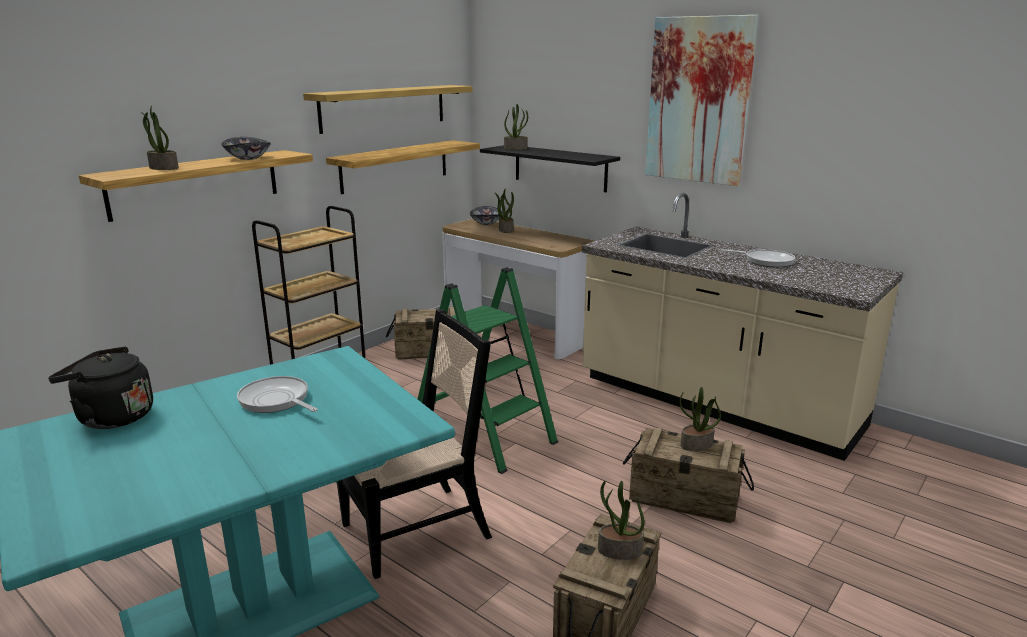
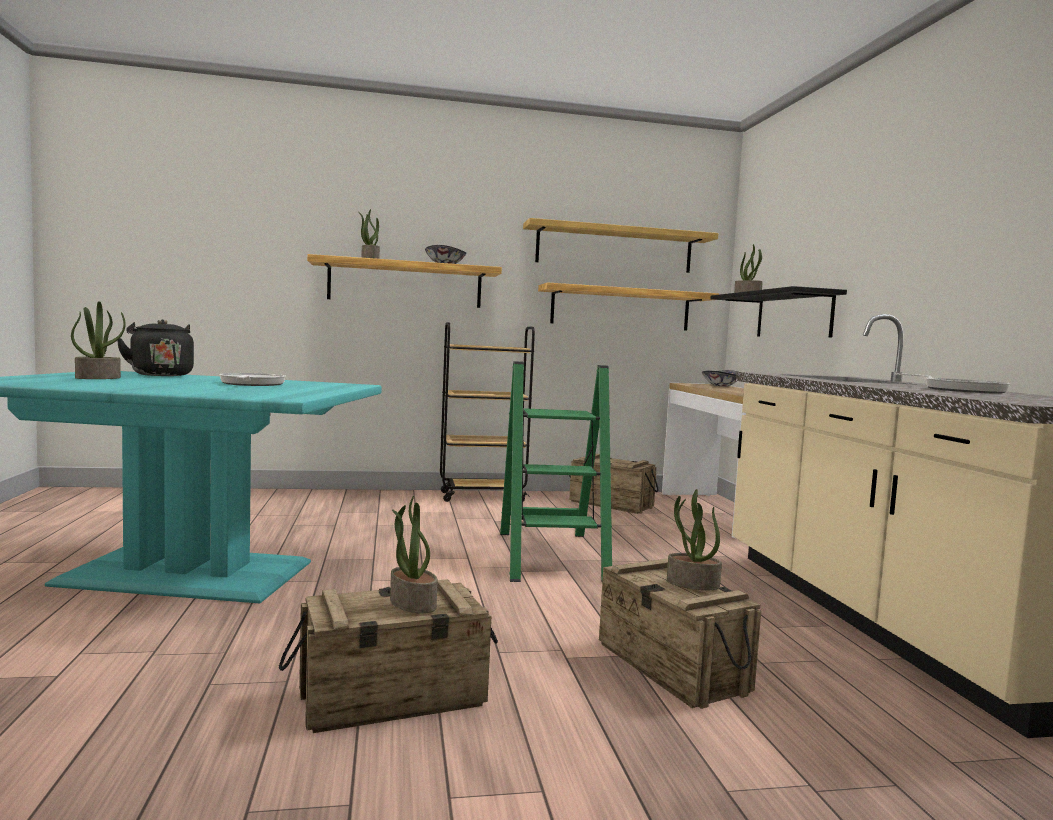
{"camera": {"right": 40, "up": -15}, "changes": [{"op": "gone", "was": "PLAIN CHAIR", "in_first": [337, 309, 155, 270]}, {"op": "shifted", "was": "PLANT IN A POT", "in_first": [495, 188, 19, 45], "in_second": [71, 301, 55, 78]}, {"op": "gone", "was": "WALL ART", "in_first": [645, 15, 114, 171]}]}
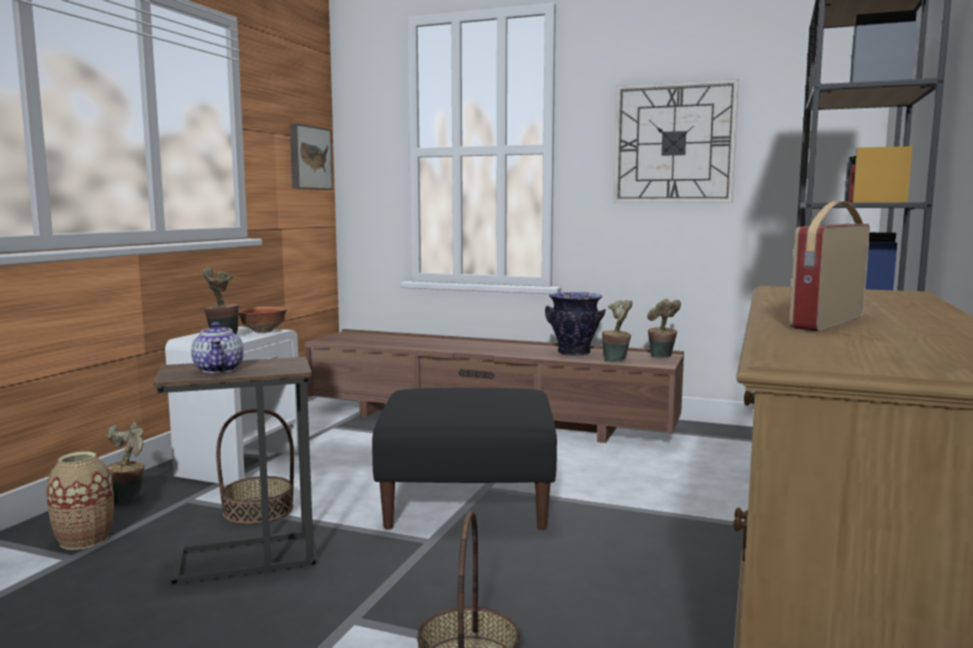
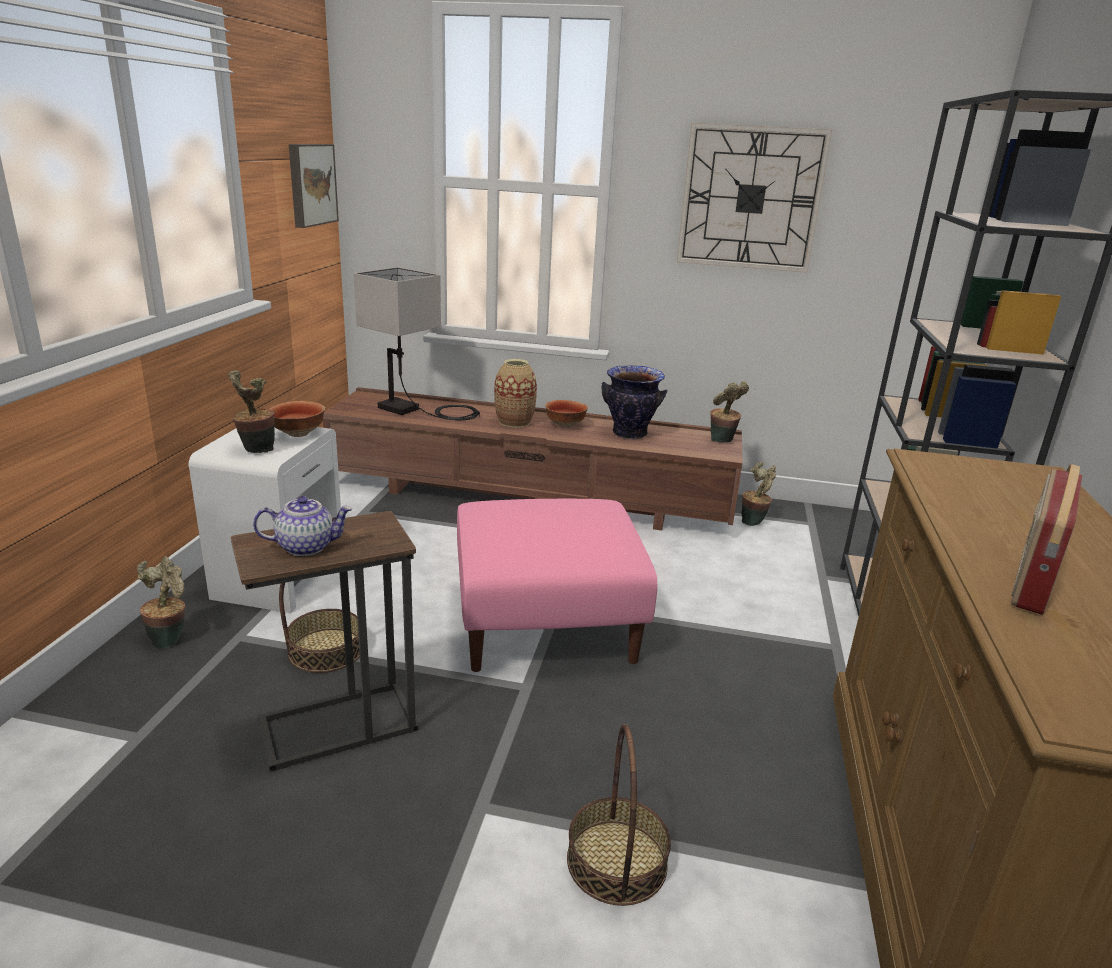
{"camera": {"right": -10, "up": 15}, "changes": [{"op": "shifted", "was": "DECORATIVE VASE", "in_first": [46, 452, 68, 98], "in_second": [494, 359, 43, 69]}, {"op": "rotated", "was": "POT FOR TEA", "in_first": [191, 322, 53, 51], "in_second": [253, 496, 99, 60], "clockwise": -75}, {"op": "repainted", "was": "BLACK FOOTREST", "now": "PINKISH FOOTREST", "in_first": [372, 388, 185, 142], "in_second": [457, 499, 200, 173]}, {"op": "shifted", "was": "PLANT IN A POT", "in_first": [602, 300, 31, 62], "in_second": [742, 462, 34, 64]}, {"op": "new", "now": "TABLE LAMP", "in_second": [354, 267, 126, 153]}, {"op": "new", "now": "BOWL", "in_second": [545, 400, 43, 28]}]}
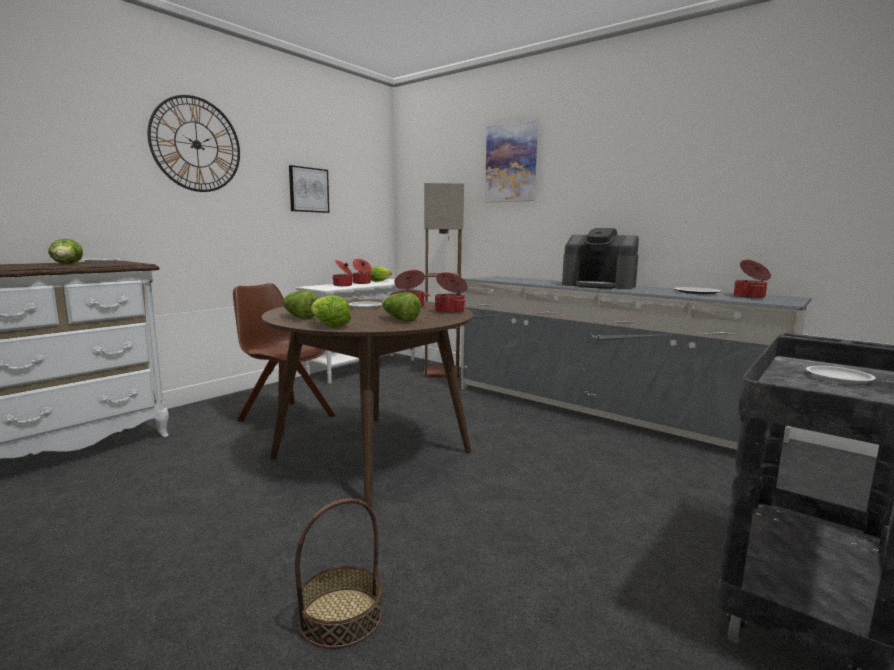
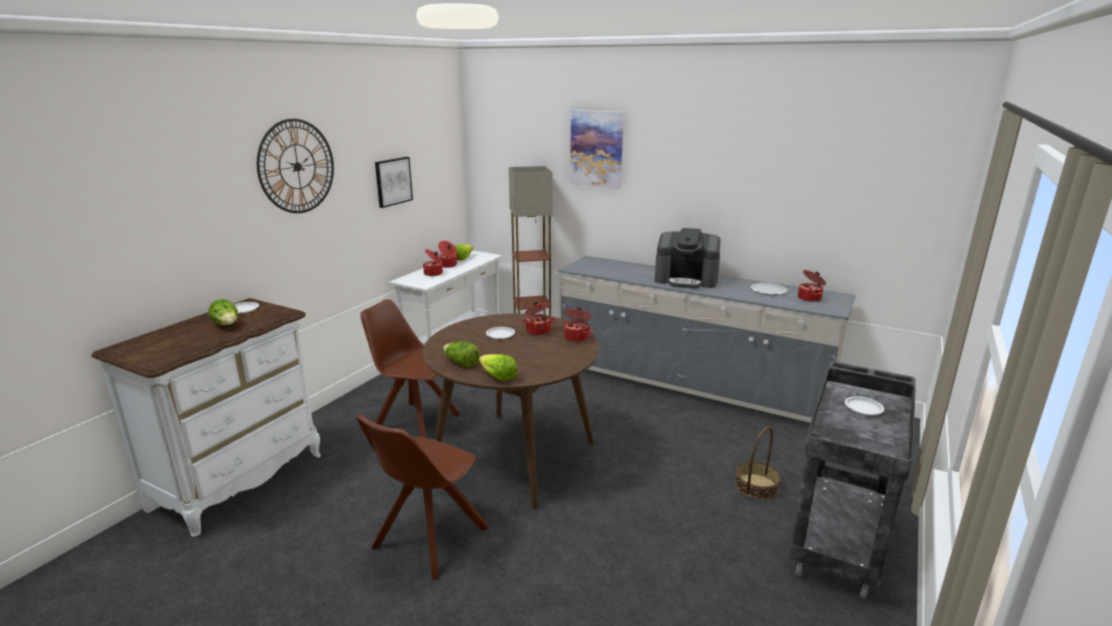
{"camera": {"right": -10, "up": 10}, "changes": [{"op": "shifted", "was": "HOUSEHOLD BASKET", "in_first": [295, 498, 87, 151], "in_second": [735, 427, 46, 73]}, {"op": "gone", "was": "HEAD OF LETTUCE", "in_first": [382, 292, 39, 30]}, {"op": "new", "now": "BROWNISH PLAIN CHAIR", "in_second": [356, 414, 132, 166]}]}
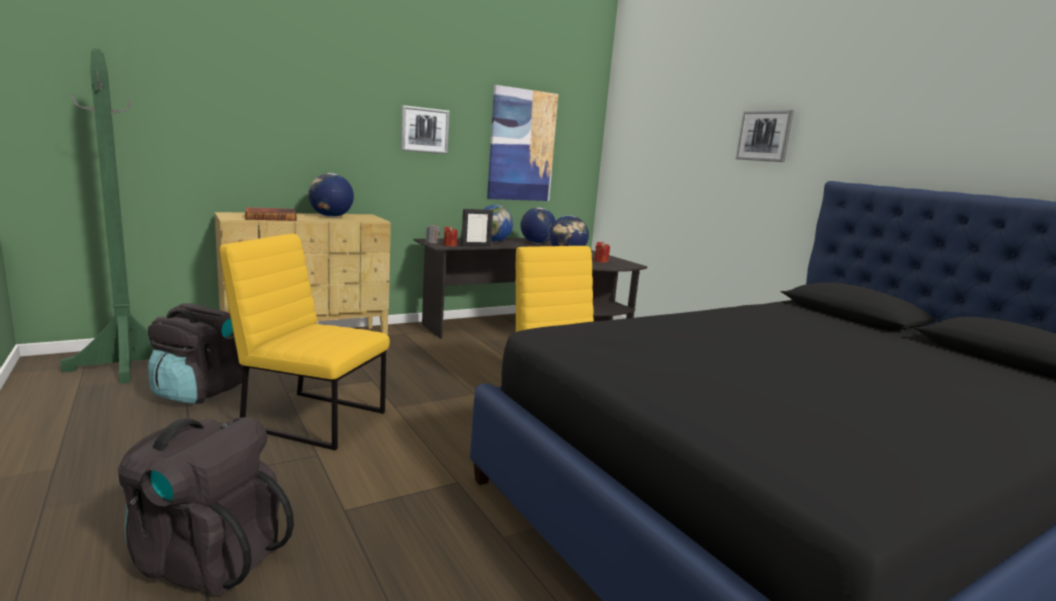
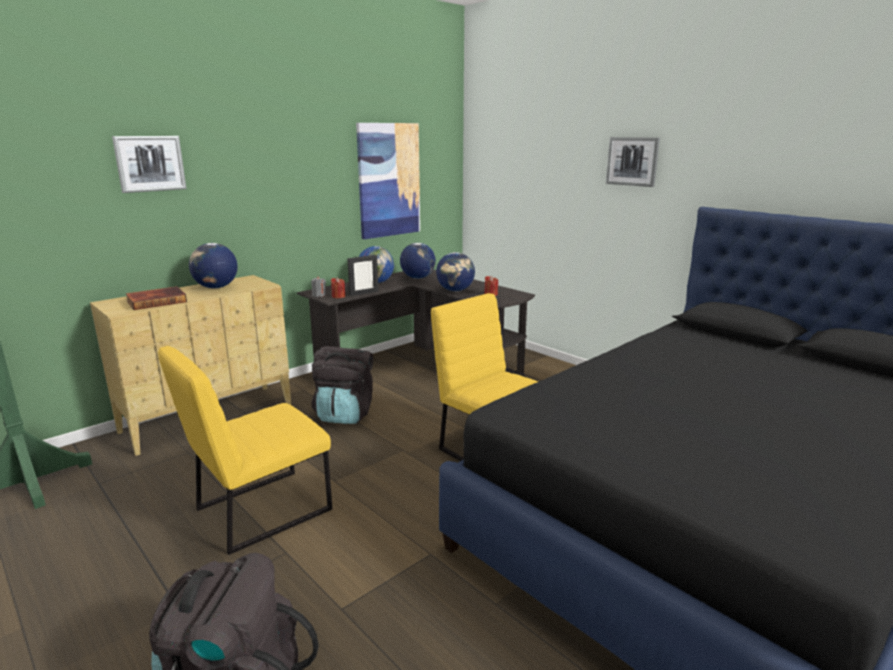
{"camera": {"right": -10, "up": 5}, "changes": [{"op": "shifted", "was": "BLACK RUCKSACK", "in_first": [148, 303, 102, 101], "in_second": [311, 346, 62, 78]}, {"op": "rotated", "was": "YELLOW-COLOURED PLAIN CHAIR", "in_first": [220, 234, 170, 216], "in_second": [158, 346, 174, 209], "clockwise": -45}, {"op": "shifted", "was": "WALL ART", "in_first": [401, 105, 49, 49], "in_second": [112, 136, 74, 57]}]}
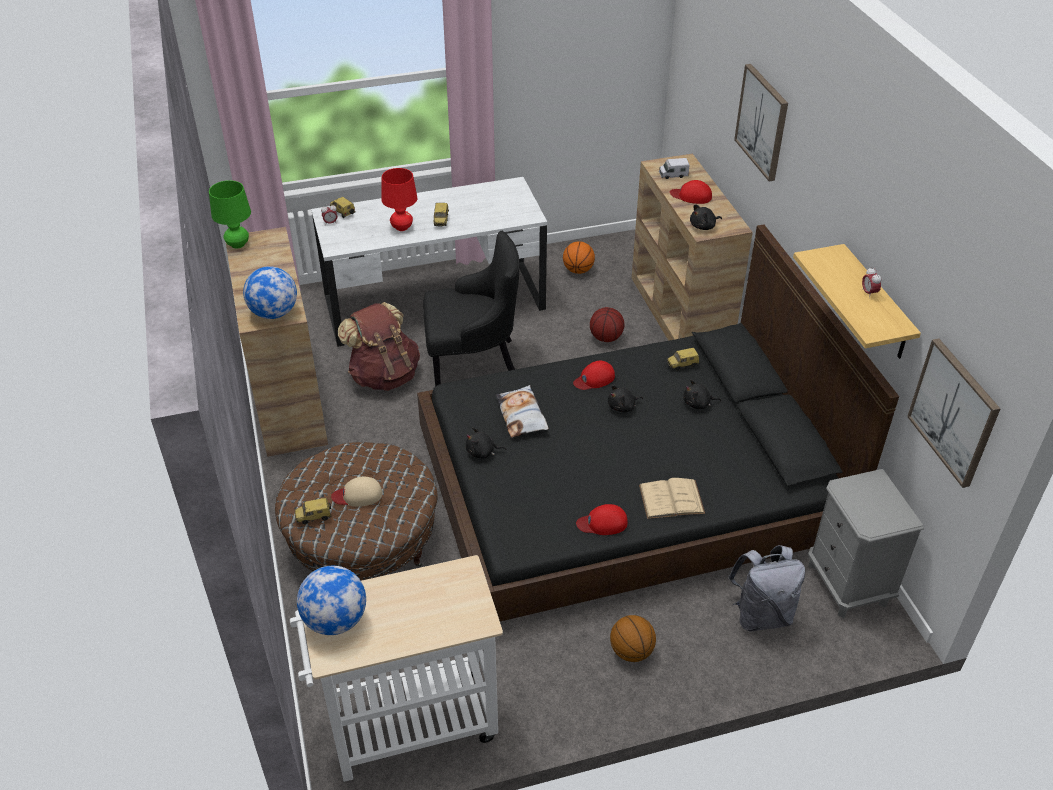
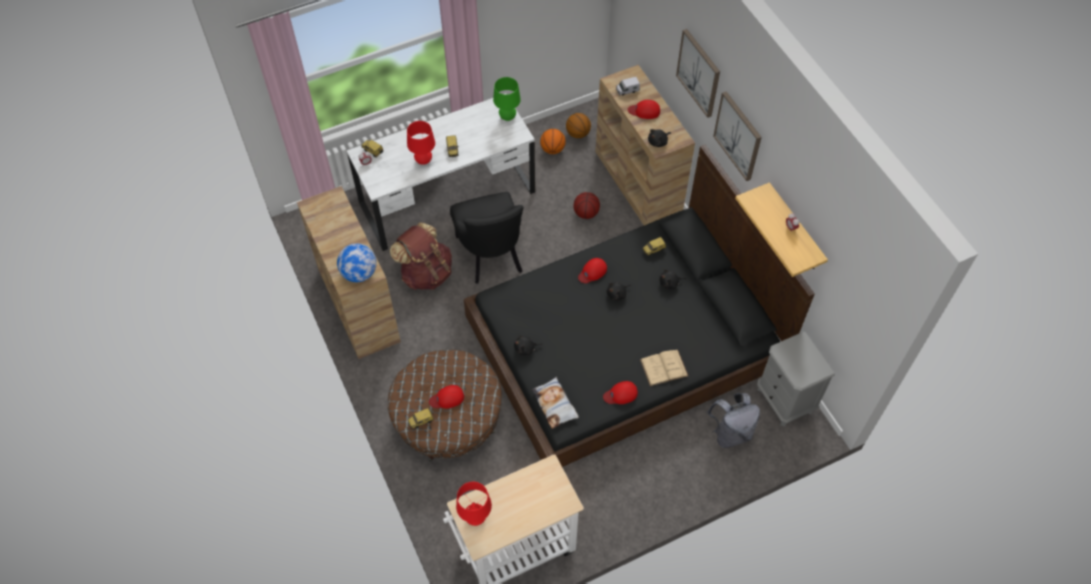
{"camera": {"right": -10, "up": 15}, "changes": [{"op": "shifted", "was": "GREENISH TABLE LAMP", "in_first": [209, 180, 42, 68], "in_second": [493, 77, 28, 44]}, {"op": "swapped", "was": "GLOBE", "now": "REDDISH TABLE LAMP", "in_first": [297, 566, 69, 69], "in_second": [456, 482, 36, 44]}, {"op": "repainted", "was": "BEIGE-COLOURED PEAKED CAP", "now": "REDDISH PEAKED CAP", "in_first": [331, 477, 51, 30], "in_second": [429, 385, 35, 23]}, {"op": "rotated", "was": "BLACK PLAIN CHAIR", "in_first": [423, 231, 96, 155], "in_second": [450, 192, 74, 92], "clockwise": 90}, {"op": "shifted", "was": "PILLOW", "in_first": [496, 385, 52, 53], "in_second": [532, 377, 47, 52]}, {"op": "shifted", "was": "BALL FOR BASKETBALL", "in_first": [610, 615, 46, 47], "in_second": [566, 113, 25, 25]}, {"op": "shifted", "was": "WALL ART", "in_first": [907, 338, 93, 150], "in_second": [713, 91, 49, 90]}]}
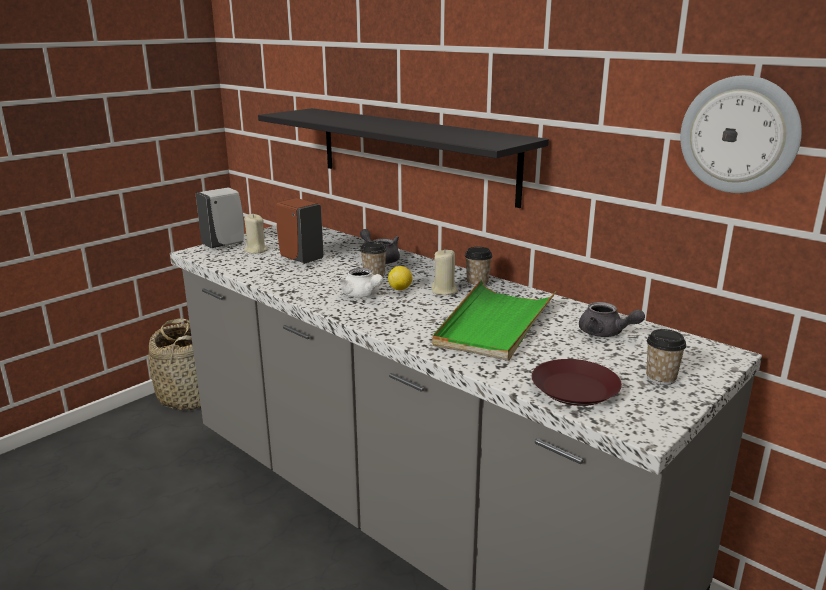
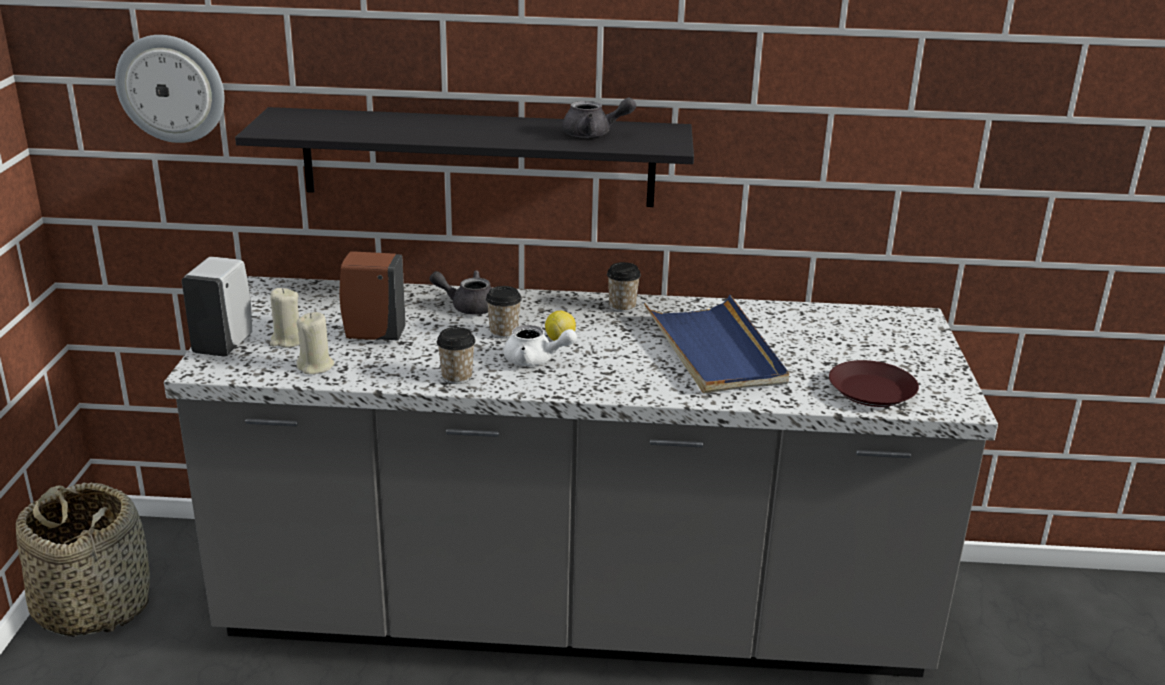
{"camera": {"right": -40, "up": 5}, "changes": [{"op": "shifted", "was": "BEIGE-COLOURED WAX LIGHT", "in_first": [431, 250, 27, 45], "in_second": [296, 312, 38, 62]}, {"op": "repainted", "was": "GREENISH TRAY", "now": "BLUE-COLOURED TRAY", "in_first": [432, 280, 124, 81], "in_second": [644, 295, 145, 98]}, {"op": "shifted", "was": "GREY POT FOR TEA", "in_first": [579, 302, 66, 35], "in_second": [562, 97, 74, 41]}, {"op": "shifted", "was": "CUP", "in_first": [646, 329, 40, 56], "in_second": [437, 327, 38, 57]}, {"op": "shifted", "was": "CLOCK ON THE WALL", "in_first": [680, 75, 122, 118], "in_second": [115, 35, 110, 108]}]}
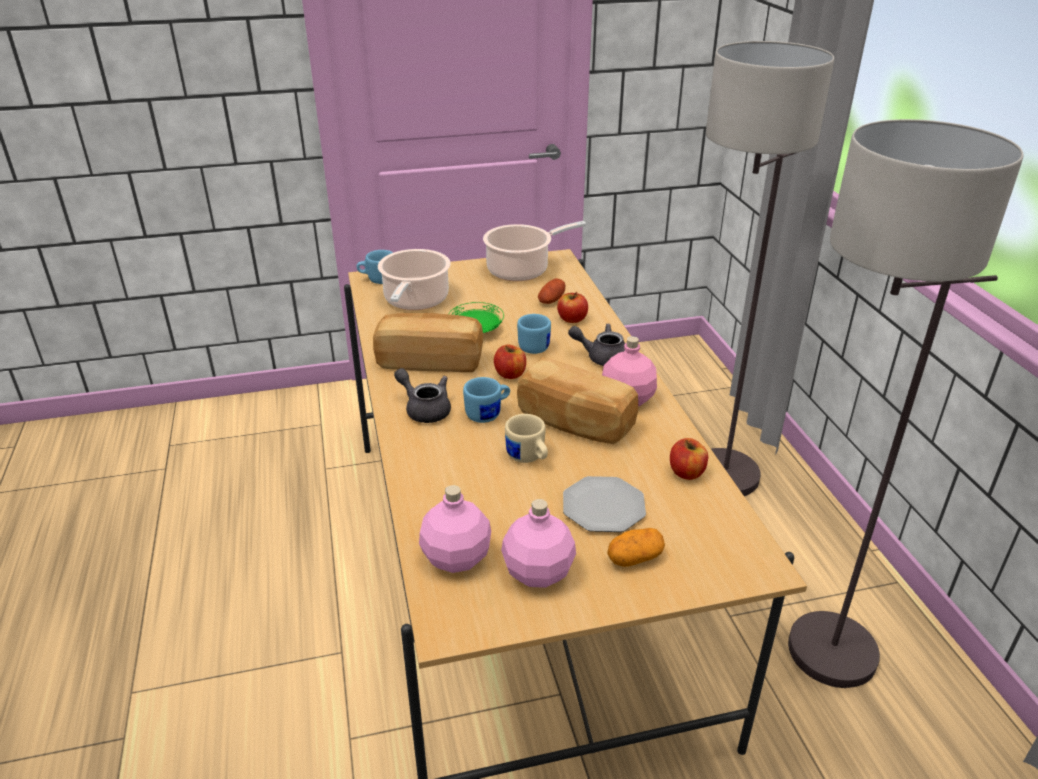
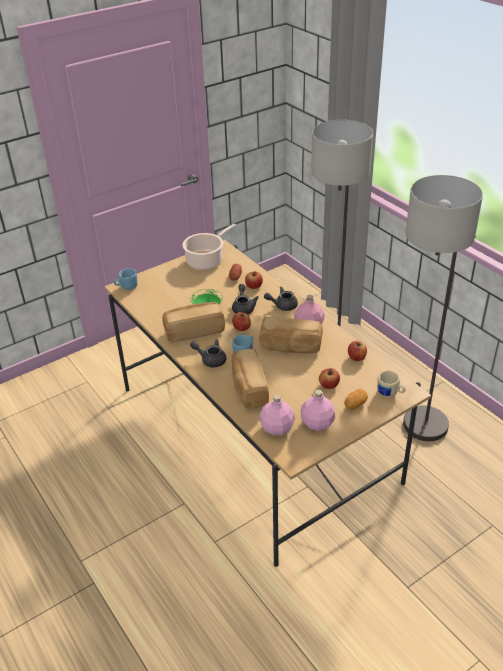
{"camera": {"right": -20, "up": 5}, "changes": [{"op": "gone", "was": "SAUCEPOT", "in_first": [378, 249, 73, 61]}, {"op": "shifted", "was": "BEIGE-COLOURED COFFEE MUG", "in_first": [505, 414, 43, 49], "in_second": [377, 371, 29, 26]}, {"op": "swapped", "was": "BLUE-COLOURED COFFEE MUG", "now": "GREY POT FOR TEA", "in_first": [517, 314, 34, 40], "in_second": [232, 284, 27, 30]}, {"op": "swapped", "was": "PLATE", "now": "APPLE FRUIT", "in_first": [563, 476, 83, 56], "in_second": [319, 368, 21, 21]}, {"op": "new", "now": "BREAD", "in_second": [232, 348, 37, 60]}]}
